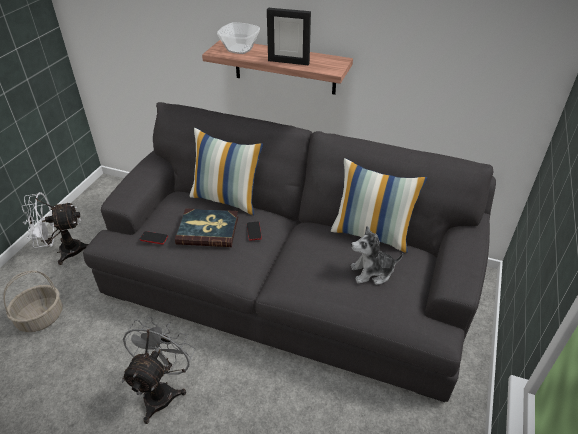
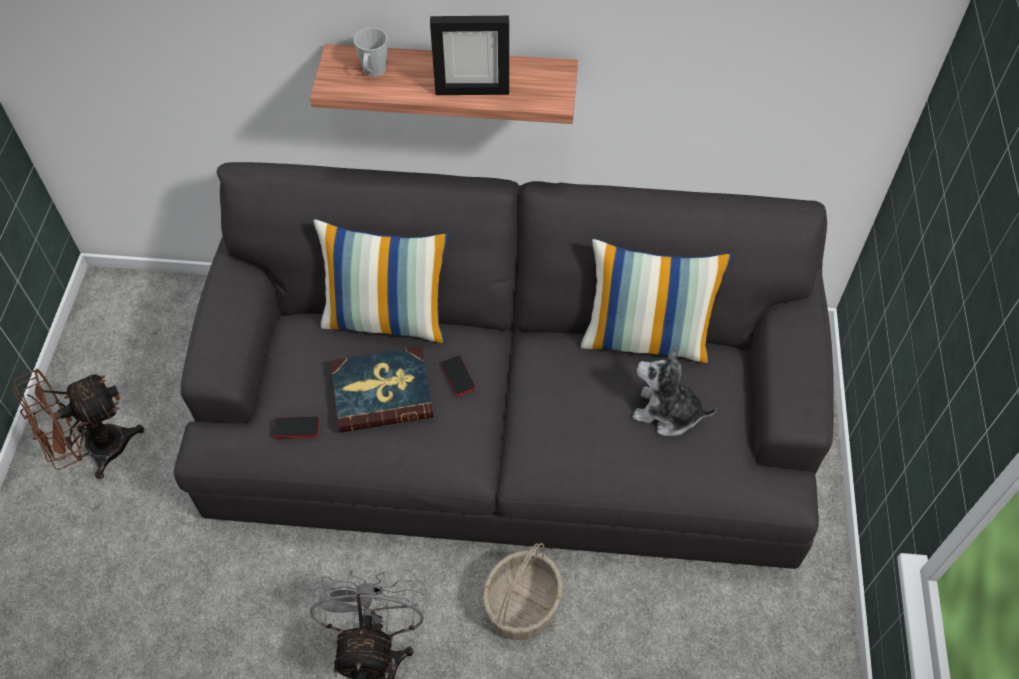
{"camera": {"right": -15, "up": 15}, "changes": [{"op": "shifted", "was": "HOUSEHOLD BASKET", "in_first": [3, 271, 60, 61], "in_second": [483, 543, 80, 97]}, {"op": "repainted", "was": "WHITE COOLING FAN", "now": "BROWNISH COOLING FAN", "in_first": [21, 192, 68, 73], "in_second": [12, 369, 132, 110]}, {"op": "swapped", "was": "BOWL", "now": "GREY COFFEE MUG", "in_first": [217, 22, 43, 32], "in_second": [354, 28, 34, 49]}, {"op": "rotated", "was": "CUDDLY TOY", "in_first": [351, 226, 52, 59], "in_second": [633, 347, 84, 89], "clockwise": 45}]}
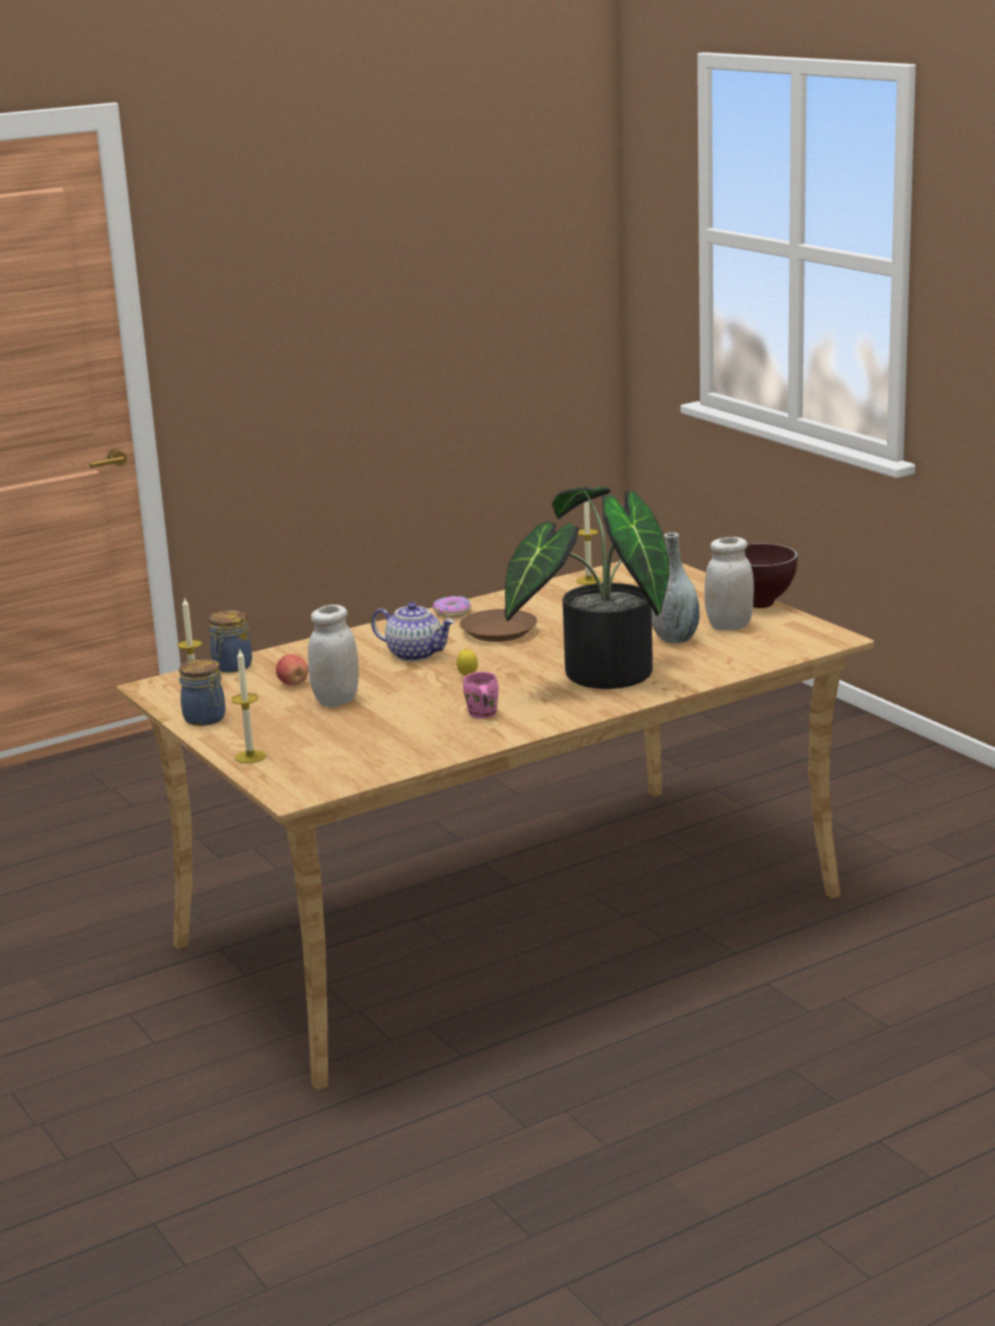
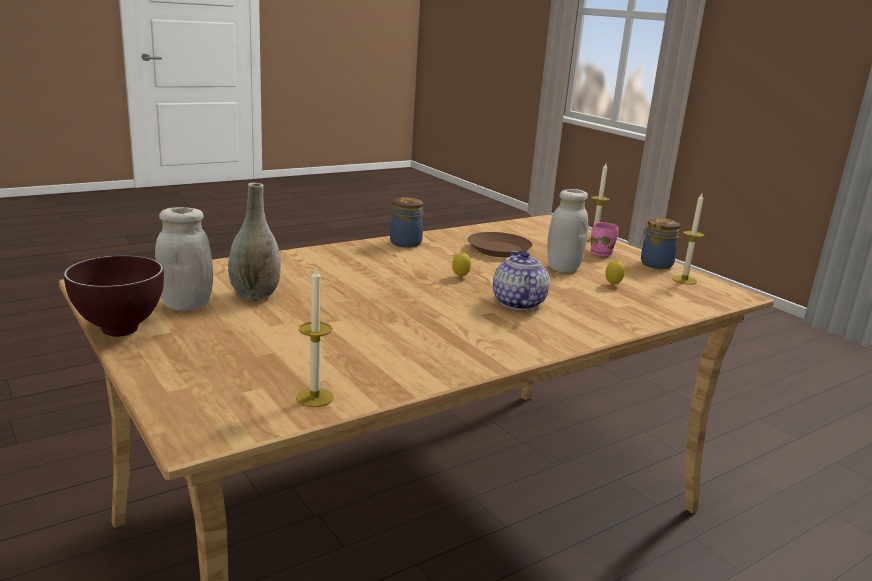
{"camera": {"right": 175, "up": 0}, "changes": [{"op": "shifted", "was": "PRESERVE JAR", "in_first": [209, 610, 43, 63], "in_second": [390, 197, 33, 51]}, {"op": "swapped", "was": "APPLE FRUIT", "now": "WHOLE LEMON", "in_first": [276, 654, 32, 31], "in_second": [605, 260, 20, 25]}, {"op": "rotated", "was": "POT FOR TEA", "in_first": [371, 602, 84, 59], "in_second": [493, 251, 57, 59], "clockwise": 60}, {"op": "gone", "was": "RING DOUGHNUT", "in_first": [433, 596, 38, 22]}, {"op": "shifted", "was": "BROWNISH PLATE", "in_first": [460, 609, 77, 33], "in_second": [468, 232, 65, 25]}, {"op": "shifted", "was": "PINKISH COFFEE MUG", "in_first": [463, 672, 36, 47], "in_second": [591, 222, 28, 34]}, {"op": "gone", "was": "PLANT IN A POT", "in_first": [505, 487, 165, 202]}]}
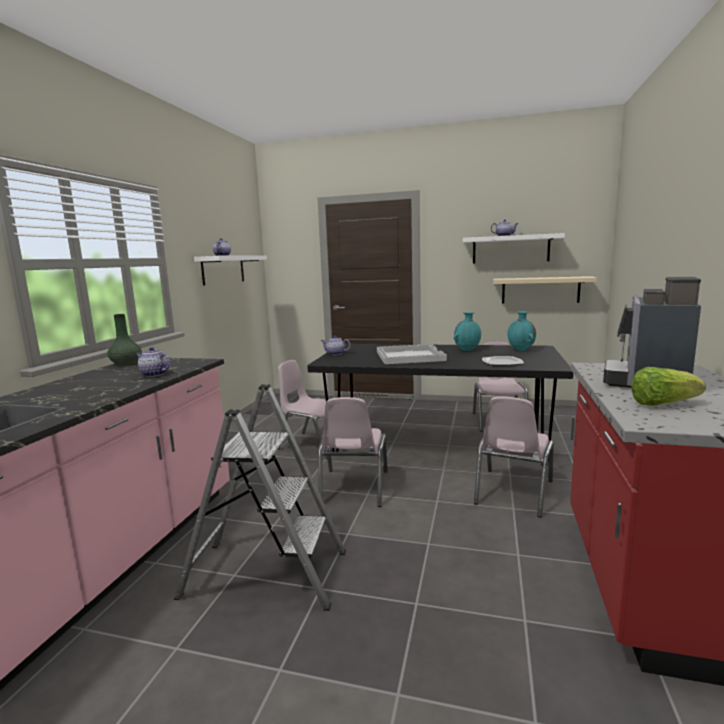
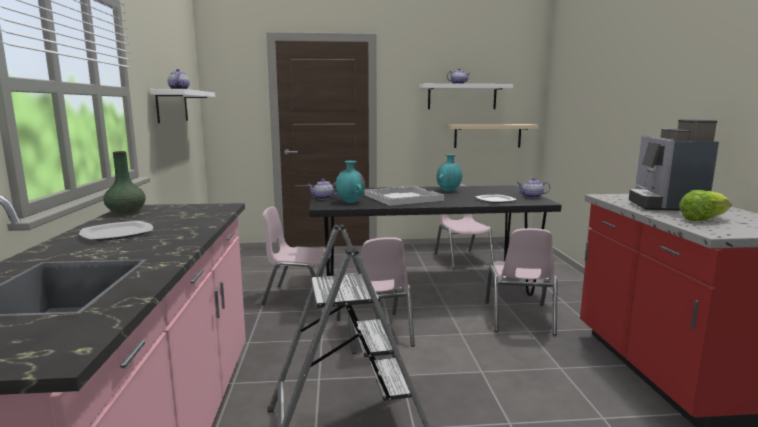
{"camera": {"right": -20, "up": 0}, "changes": [{"op": "shifted", "was": "POT FOR TEA", "in_first": [136, 347, 34, 30], "in_second": [517, 178, 33, 20]}, {"op": "shifted", "was": "BLUE-GREEN DECORATIVE VASE", "in_first": [507, 311, 29, 40], "in_second": [336, 161, 29, 42]}, {"op": "new", "now": "PLATE", "in_second": [79, 221, 74, 20]}]}
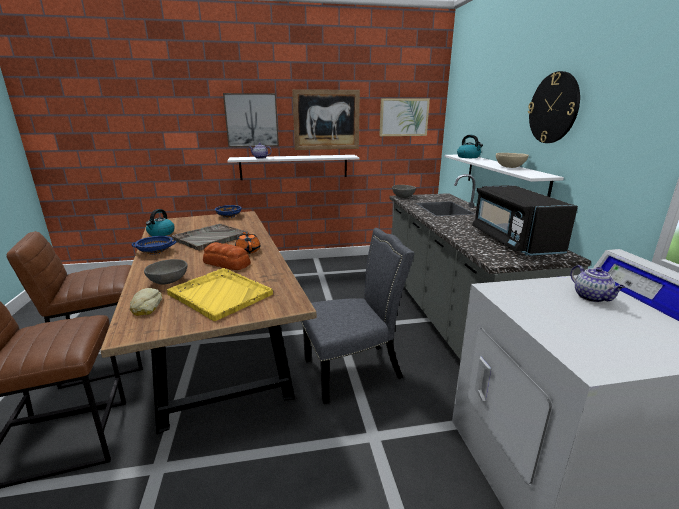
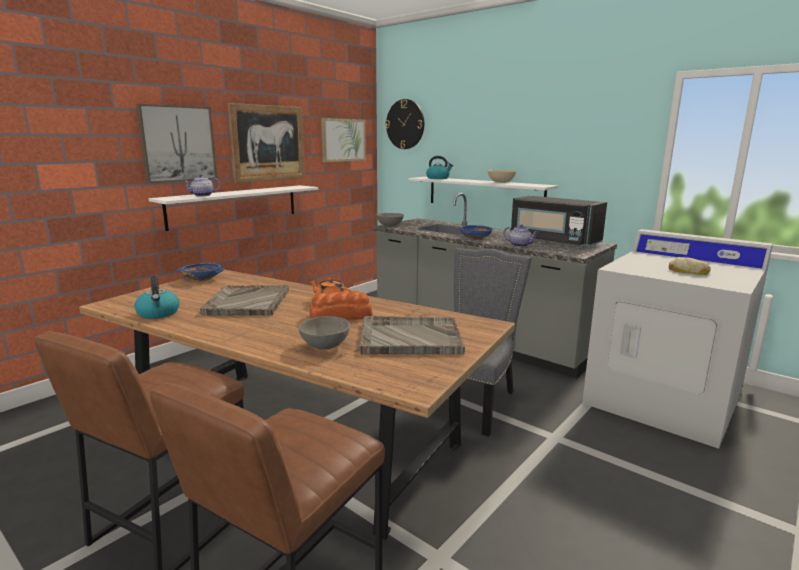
{"camera": {"right": -40, "up": -5}, "changes": [{"op": "shifted", "was": "BREAD", "in_first": [130, 288, 32, 28], "in_second": [668, 257, 43, 18]}, {"op": "shifted", "was": "BLUE-COLOURED BOWL", "in_first": [132, 236, 45, 19], "in_second": [460, 225, 33, 15]}, {"op": "repainted", "was": "YELLOW-COLOURED TRAY", "now": "GREY TRAY", "in_first": [167, 268, 106, 53], "in_second": [359, 316, 106, 38]}, {"op": "shifted", "was": "CLOCK ON THE WALL", "in_first": [528, 71, 52, 72], "in_second": [385, 99, 39, 50]}, {"op": "shifted", "was": "POT FOR TEA", "in_first": [570, 265, 55, 37], "in_second": [503, 224, 35, 23]}]}
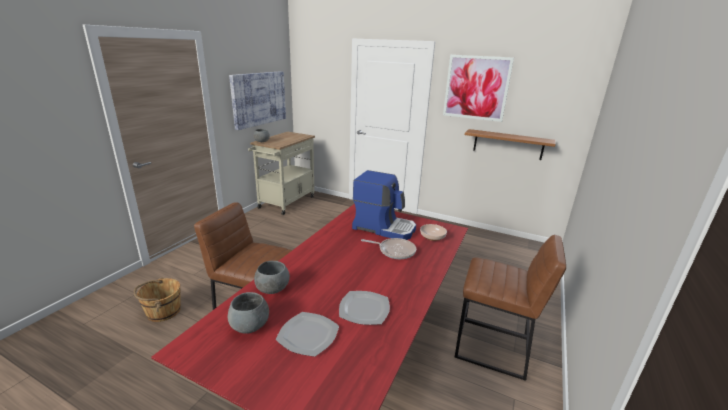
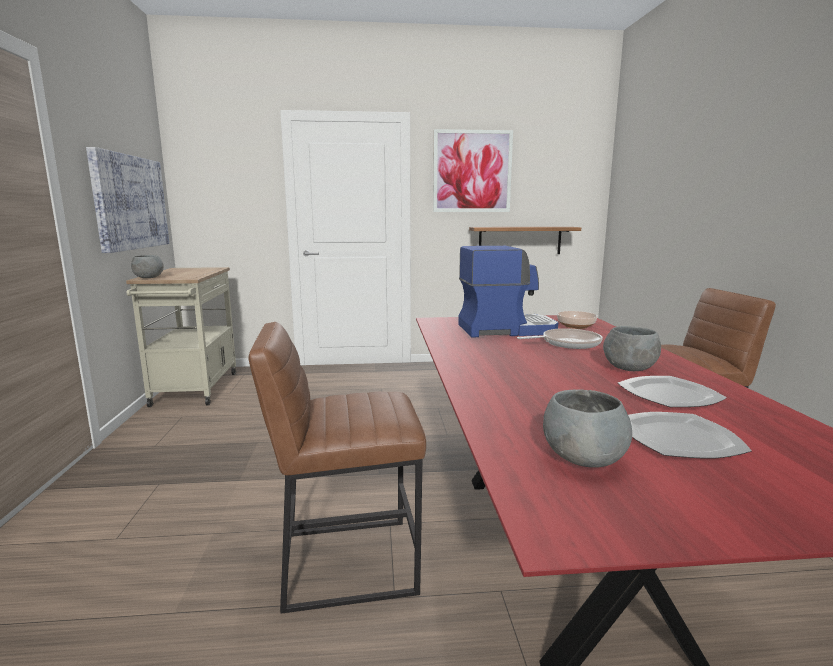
{"camera": {"right": -30, "up": -10}, "changes": [{"op": "gone", "was": "BROWNISH BUCKET", "in_first": [134, 277, 47, 45]}, {"op": "shifted", "was": "GREY BOWL", "in_first": [254, 261, 36, 33], "in_second": [603, 326, 58, 45]}]}
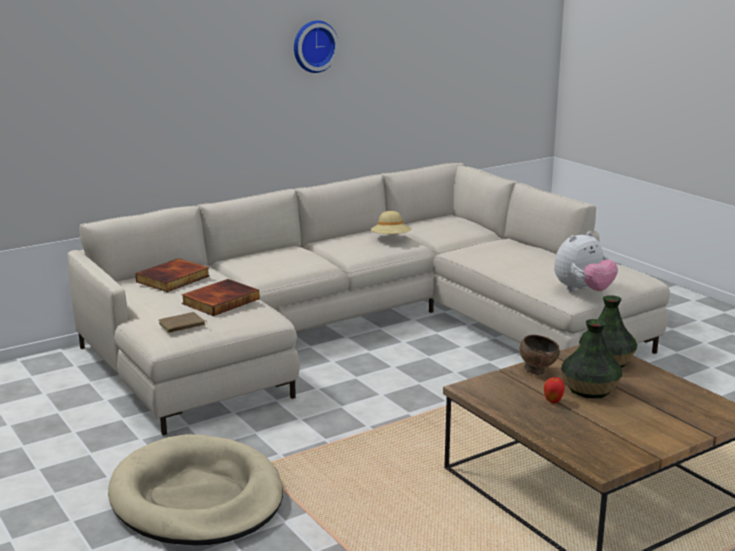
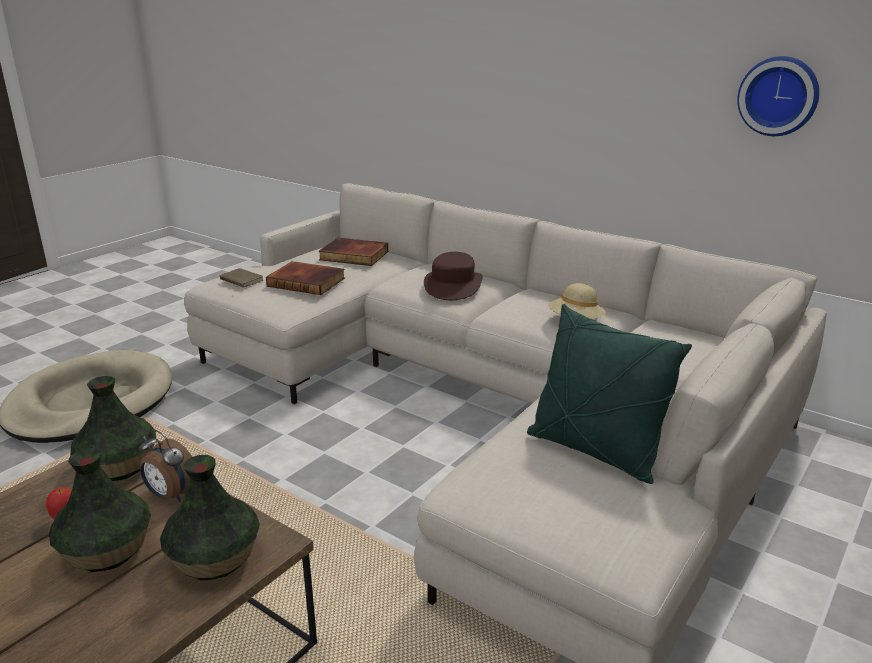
{"camera": {"right": 70, "up": 5}, "changes": [{"op": "shifted", "was": "CLOCK ON THE WALL", "in_first": [294, 20, 45, 53], "in_second": [737, 56, 82, 80]}, {"op": "swapped", "was": "BROWNISH BOWL", "now": "ALARM CLOCK", "in_first": [520, 335, 40, 40], "in_second": [139, 429, 53, 73]}, {"op": "gone", "was": "CUDDLY TOY", "in_first": [554, 231, 64, 61]}, {"op": "new", "now": "DECORATIVE VASE", "in_second": [70, 376, 86, 105]}, {"op": "new", "now": "BROWNISH CLOTHING HAT", "in_second": [424, 252, 59, 48]}, {"op": "new", "now": "GREENISH PILLOW", "in_second": [527, 304, 165, 180]}]}
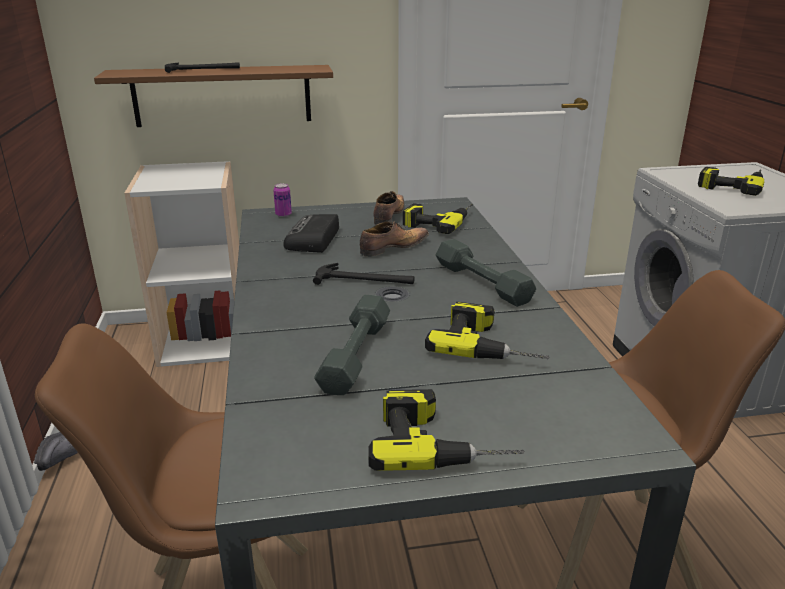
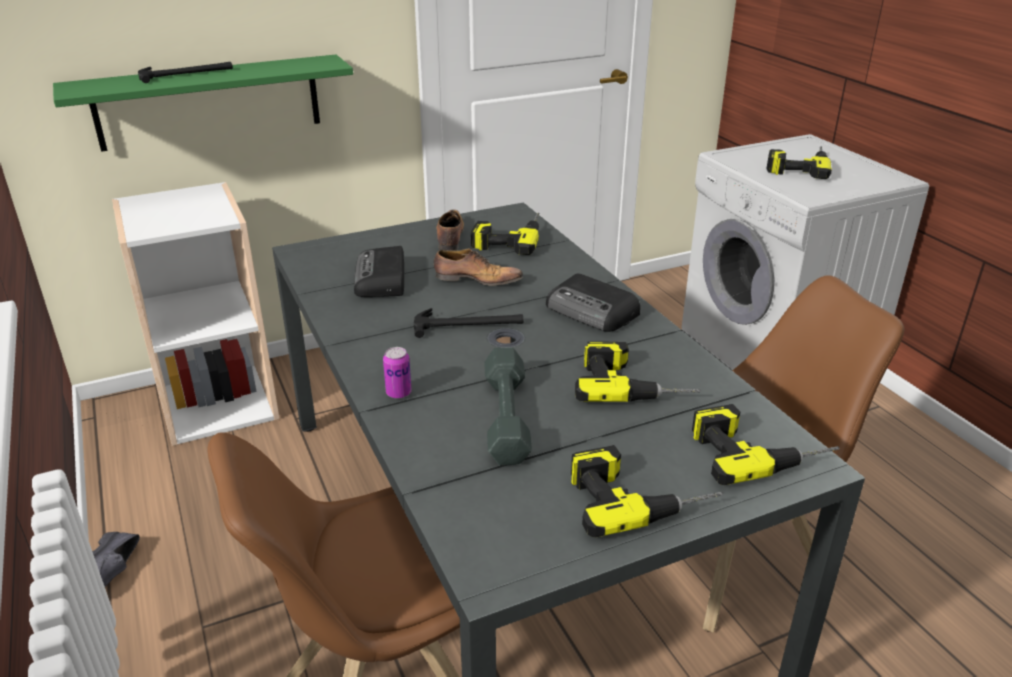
{"camera": {"right": -15, "up": 5}, "changes": [{"op": "repainted", "was": "BROWNISH SHELF", "now": "GREENISH SHELF", "in_first": [94, 65, 239, 62], "in_second": [53, 54, 300, 98]}, {"op": "shifted", "was": "METAL CAN", "in_first": [273, 183, 19, 34], "in_second": [383, 347, 29, 52]}, {"op": "rotated", "was": "SHOE", "in_first": [360, 221, 69, 36], "in_second": [434, 249, 89, 37], "clockwise": 60}, {"op": "swapped", "was": "GREY HAND WEIGHT", "now": "RADIO RECEIVER", "in_first": [436, 239, 100, 68], "in_second": [546, 273, 94, 59]}, {"op": "new", "now": "DRILL", "in_second": [692, 404, 147, 81]}]}
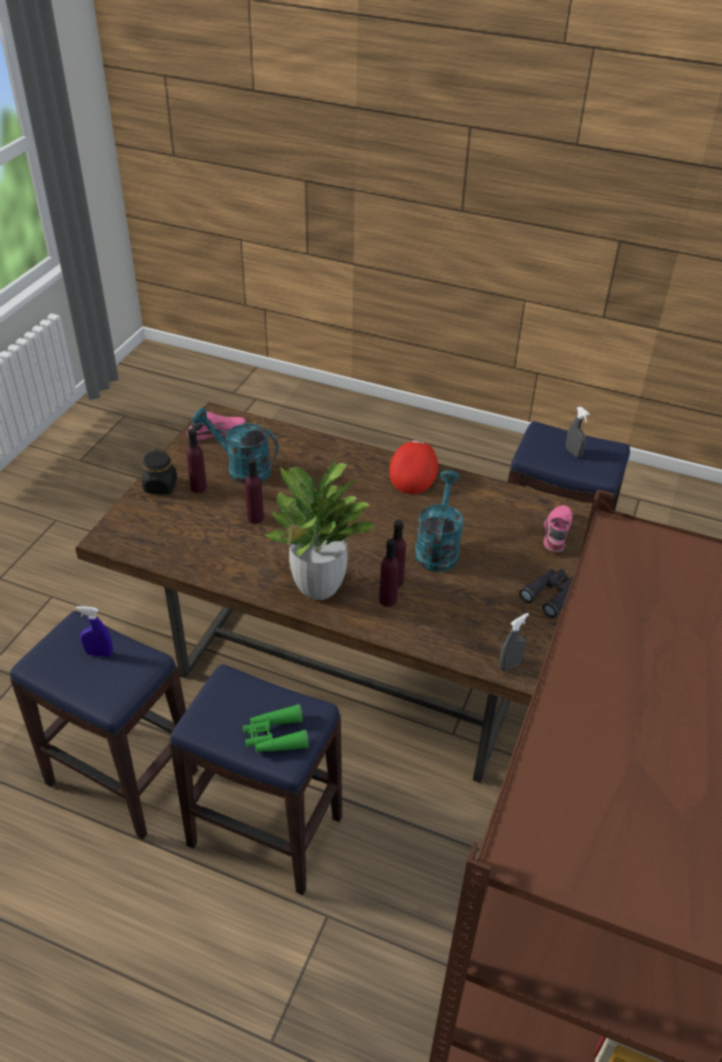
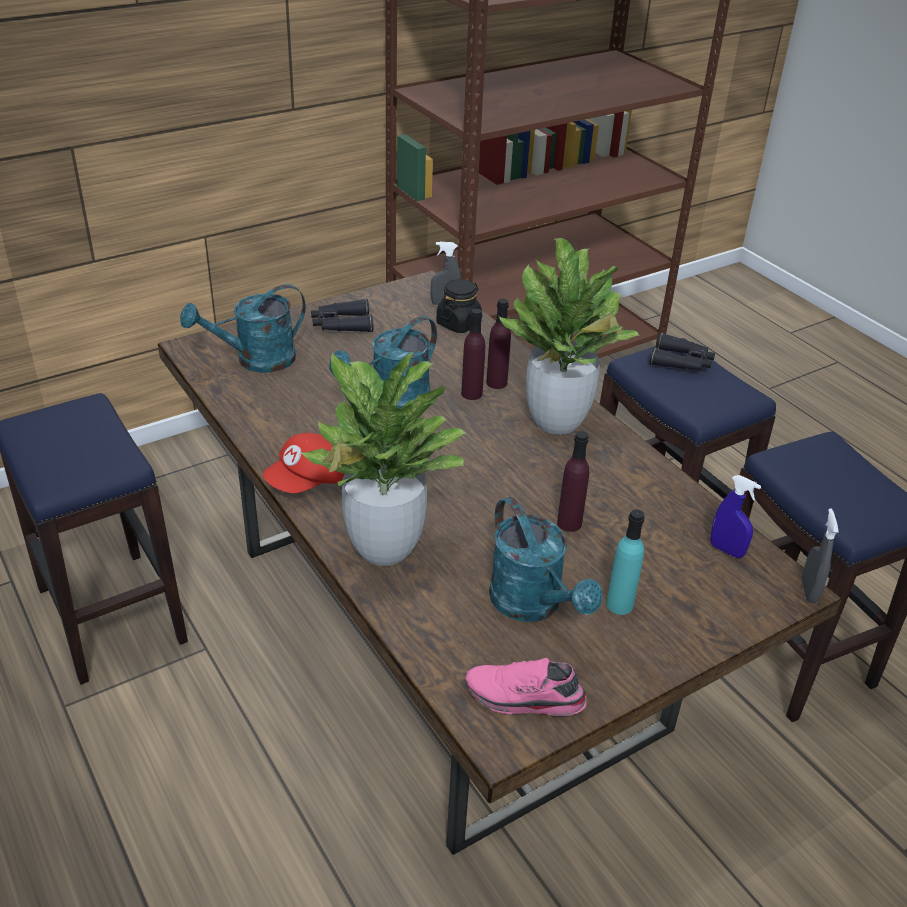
{"camera": {"right": -145, "up": -5}, "changes": [{"op": "shifted", "was": "BLUE-COLOURED SPRAYER", "in_first": [76, 606, 37, 51], "in_second": [710, 475, 51, 83]}, {"op": "shifted", "was": "BLACK PRESERVE JAR", "in_first": [142, 449, 35, 45], "in_second": [437, 279, 45, 54]}, {"op": "repainted", "was": "PURPLISH BEVERAGE BOTTLE", "now": "BLUE-GREEN BEVERAGE BOTTLE", "in_first": [187, 428, 20, 65], "in_second": [606, 509, 39, 106]}, {"op": "repainted", "was": "GREENISH PAIR OF BINOCULARS", "now": "BLACK PAIR OF BINOCULARS", "in_first": [243, 704, 66, 49], "in_second": [649, 333, 66, 38]}, {"op": "swapped", "was": "PINKISH SHOE", "now": "BLUE-GREEN WATERING POT", "in_first": [544, 505, 29, 47], "in_second": [180, 284, 126, 89]}, {"op": "shifted", "was": "GREY SPRAYER", "in_first": [566, 407, 24, 51], "in_second": [801, 508, 38, 95]}, {"op": "new", "now": "PLANT IN A POT", "in_second": [300, 351, 166, 215]}]}
